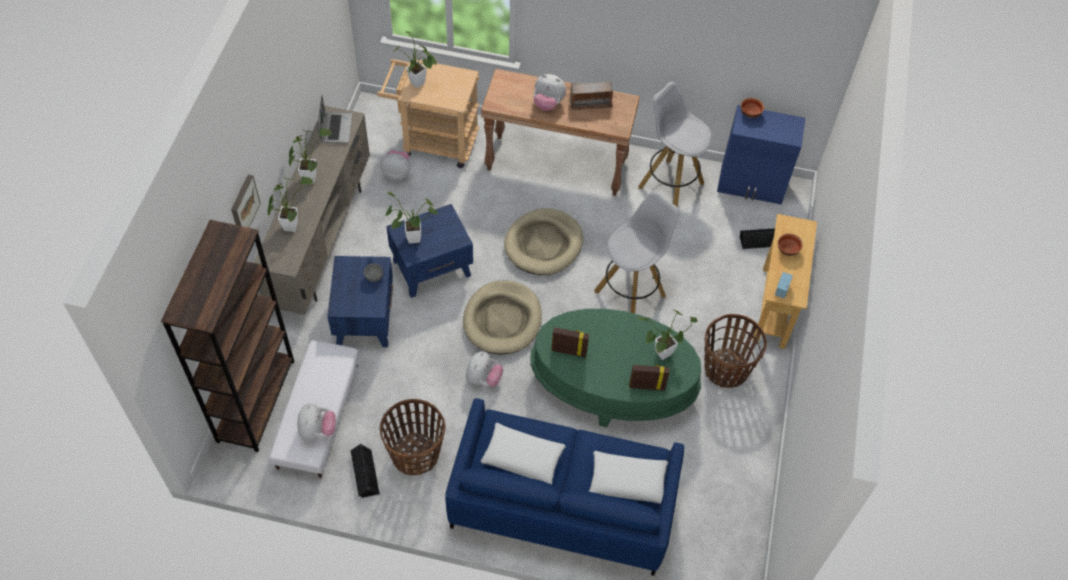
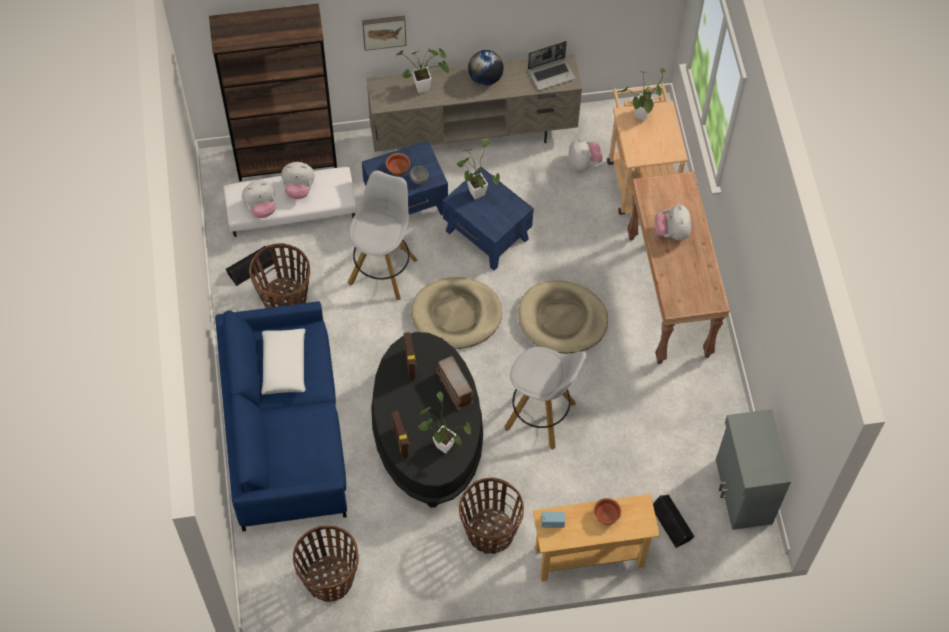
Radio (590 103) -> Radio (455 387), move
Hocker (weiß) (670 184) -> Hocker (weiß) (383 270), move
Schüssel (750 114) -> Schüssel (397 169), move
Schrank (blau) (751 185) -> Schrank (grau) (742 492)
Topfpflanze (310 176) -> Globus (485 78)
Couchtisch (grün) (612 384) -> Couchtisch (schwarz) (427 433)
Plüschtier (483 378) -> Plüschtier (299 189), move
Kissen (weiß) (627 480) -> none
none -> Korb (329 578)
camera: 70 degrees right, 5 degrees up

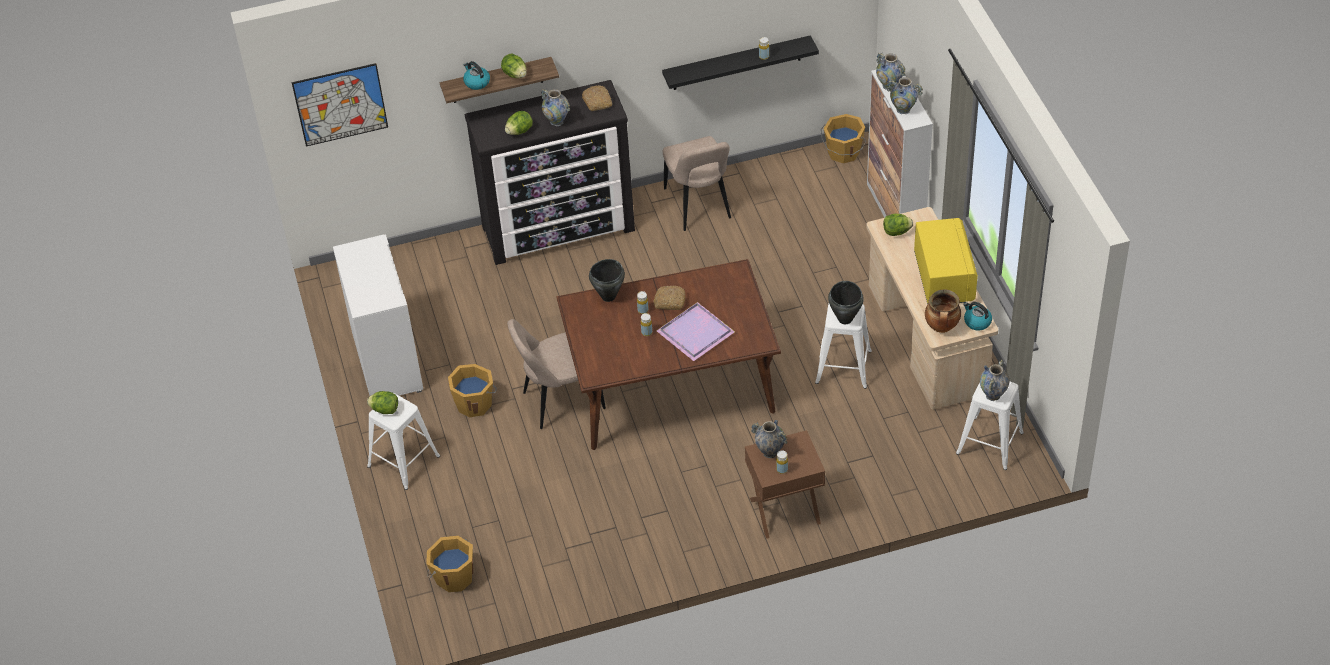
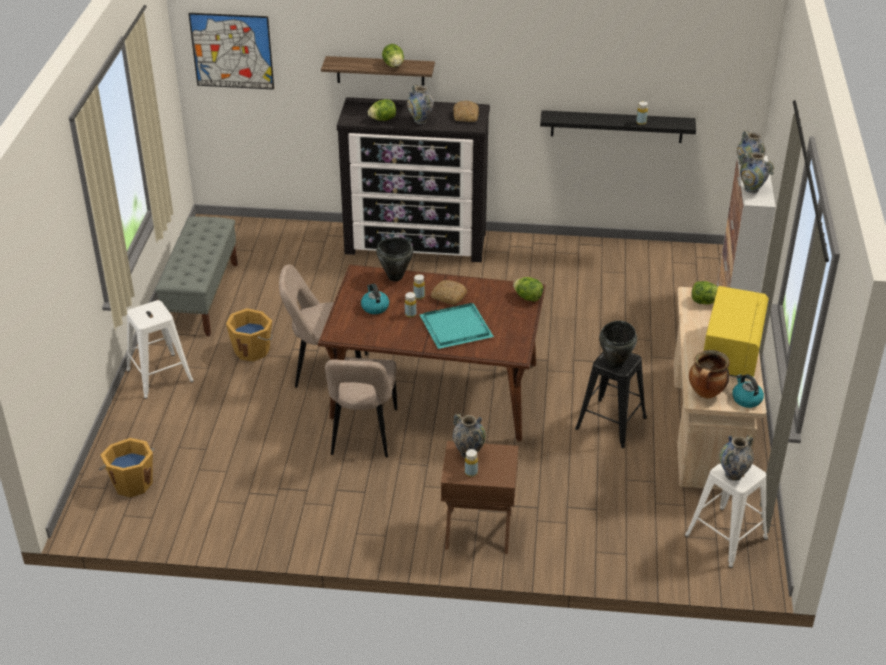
Wasserkessel (476 82) -> Wasserkessel (374 307), move
Eimer (orange) (843 152) -> none
Stuhl (beige) (698 206) -> Stuhl (beige) (363 434), move
Schrank (weiß) (386 361) -> Bank (grau) (202 297)
Tablett (lila) (697 333) -> Tablett (türkis) (457 328)
Hocker (weiß) (842 366) -> Hocker (schwarz) (610 422)
Salatkopf (385 410) -> Salatkopf (528 298), move
camera: 20 degrees right, 10 degrees down

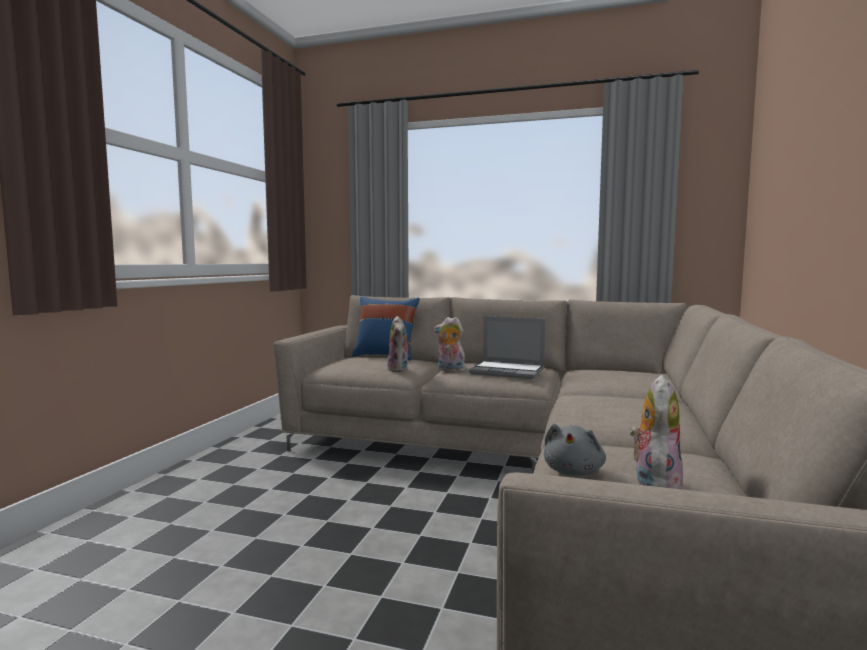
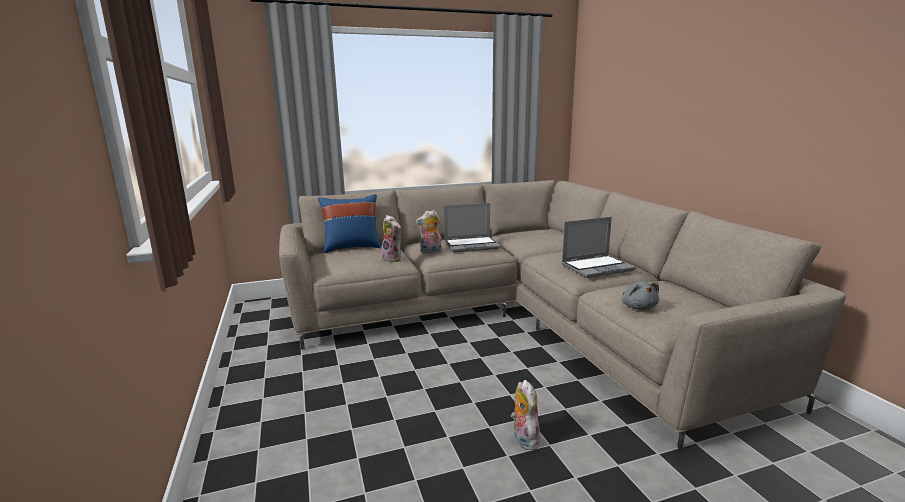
Plüschtier (654 484) -> Plüschtier (523 439), move
none -> Laptop (597 267)
camera: 35 degrees left, 10 degrees up

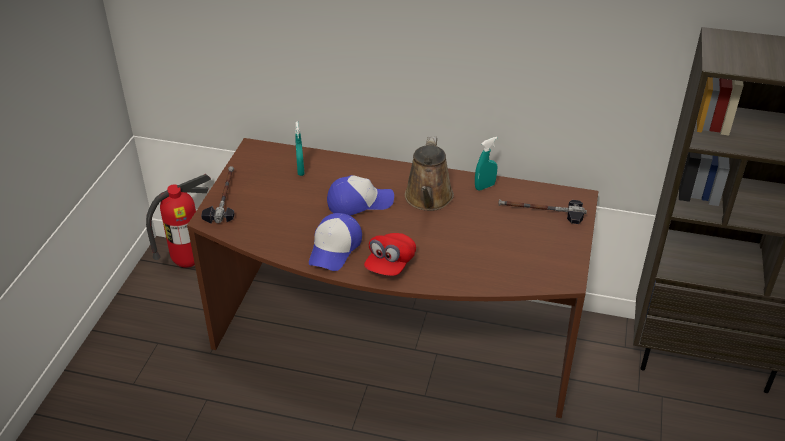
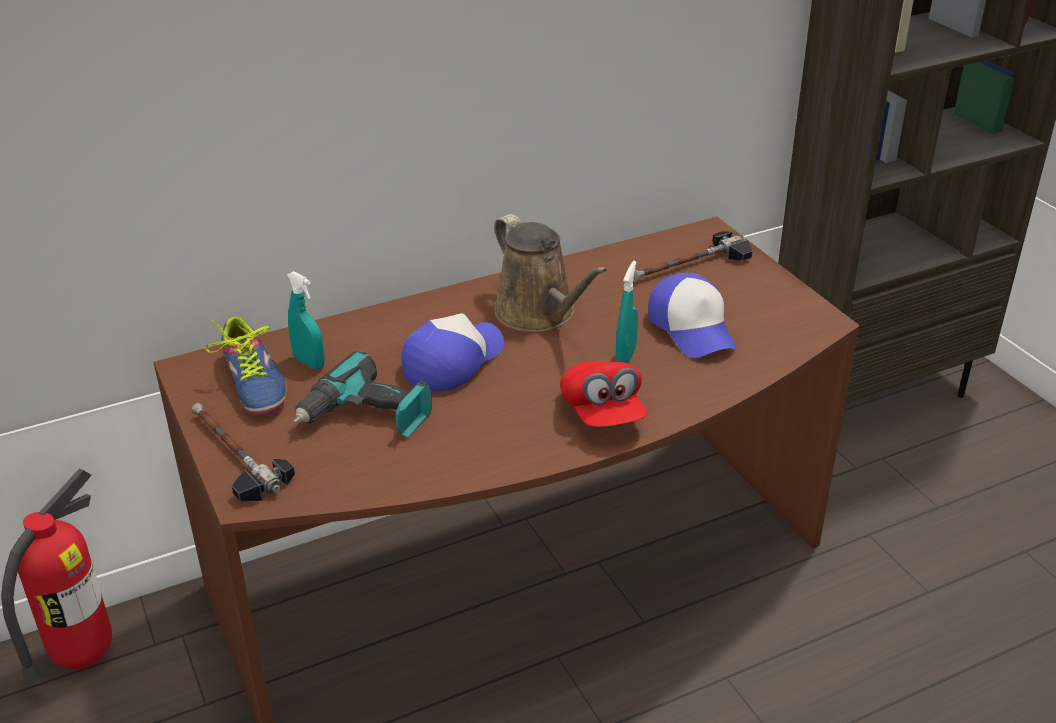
Sprühflasche (türkis) (485 186) -> Sprühflasche (türkis) (625 357), move
Kappe (335 248) -> Kappe (692 328), move
none -> Schuh (254 382)
none -> Bohrmaschine (366 416)
camera: 40 degrees left, 5 degrees down

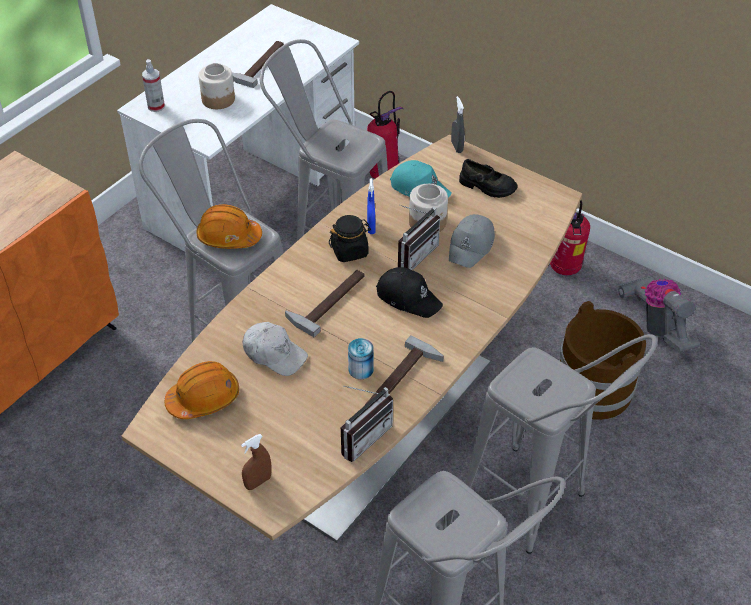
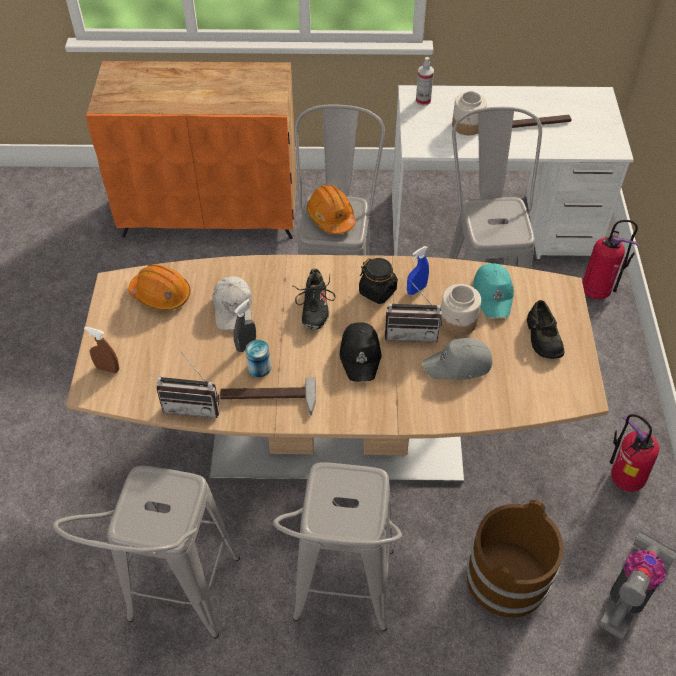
Sprühflasche (grau) (457 147) -> Sprühflasche (grau) (246 345), move
Hammer (328 300) -> Schuh (schwarz) (314 308)
camera: 55 degrees right, 5 degrees up

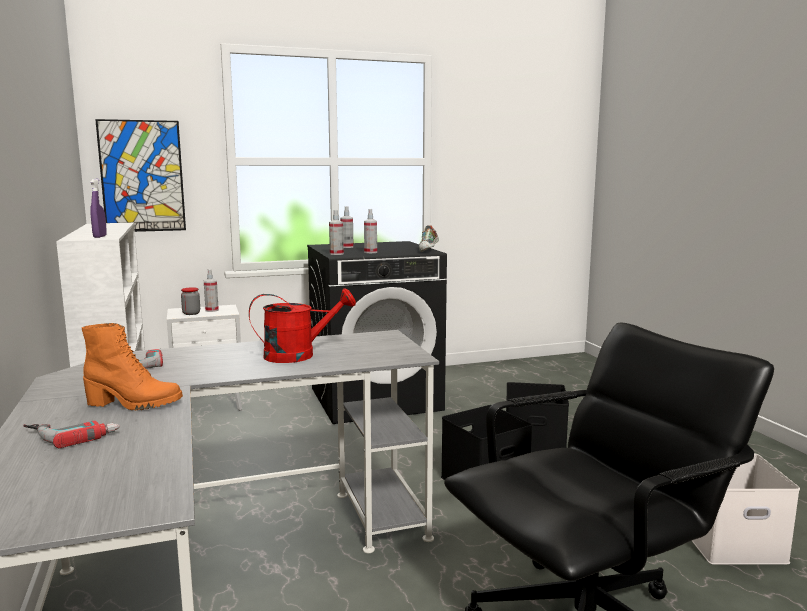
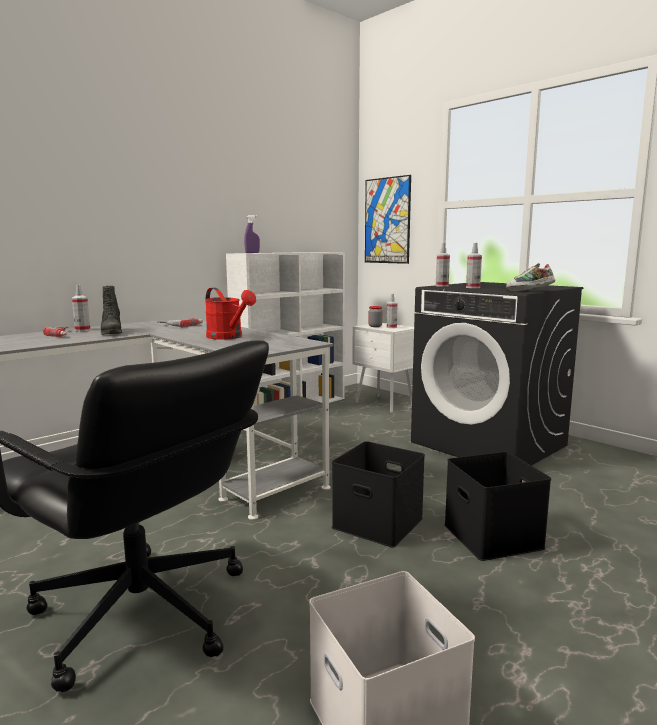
Sprühflasche (347 247) -> Sprühflasche (82 330), move
Stiefel (orange) (133 404) -> Stiefel (schwarz) (111 333)
camera: 65 degrees right, 0 degrees up

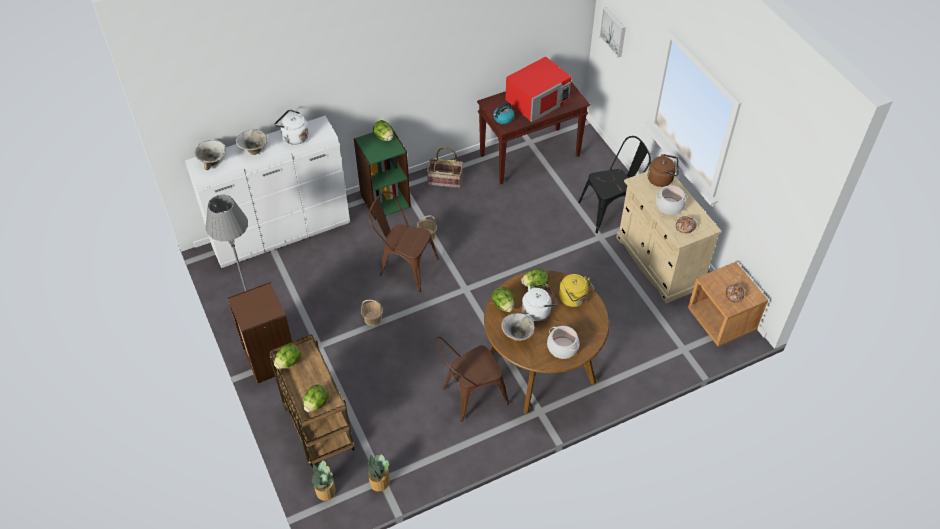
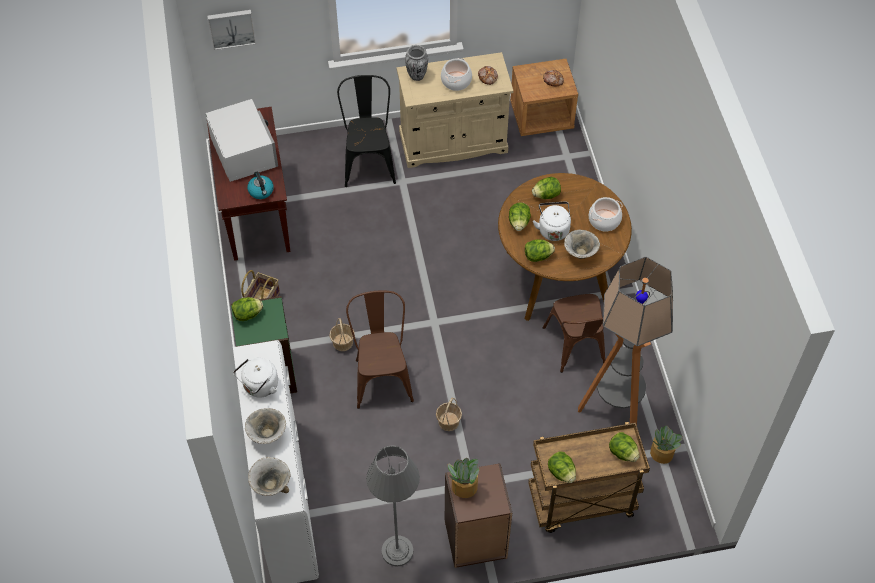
Mikrowelle (rot) (538 100) -> Mikrowelle (weiß) (243 151)
Wasserkessel (braun) (662 179) -> Vase (417 76)
Stuhl (braun) (404 266) -> Stuhl (braun) (381 375), 135 degrees clockwise
Wasserkessel (gelb) (574 299) -> Salatkopf (546 195)
Topfpflanze (325 490) -> Topfpflanze (463 487), move
none -> Stehlampe (615 413)
camera: 75 degrees left, 5 degrees up

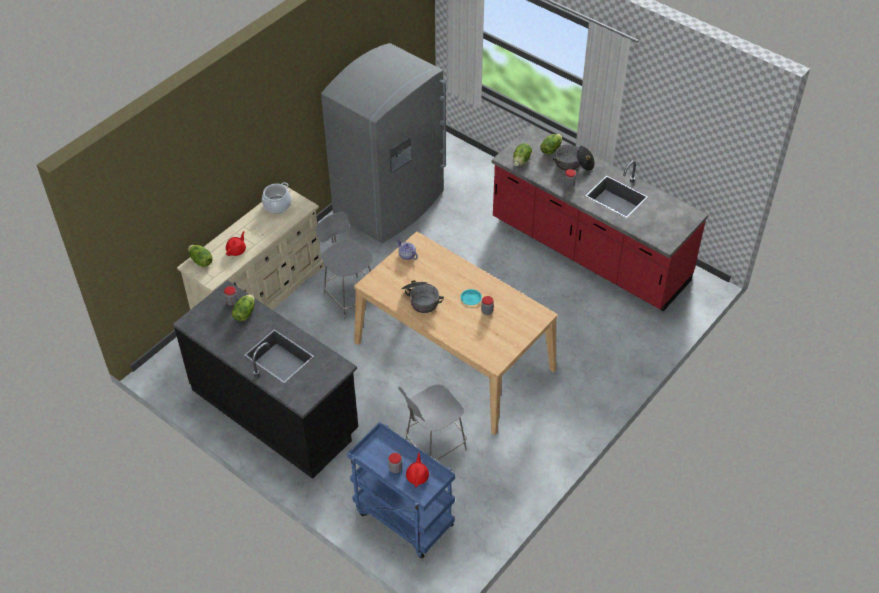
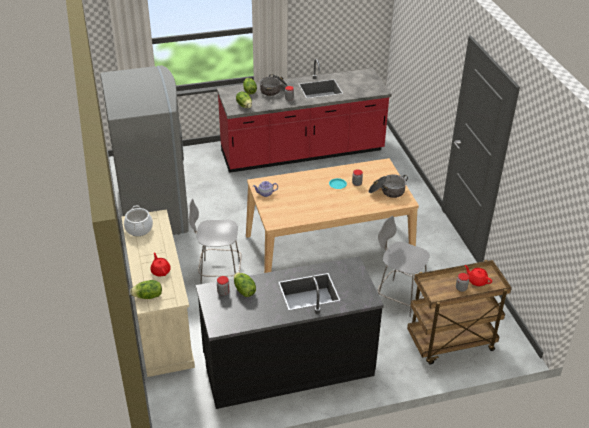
Kochtopf (421 300) -> Kochtopf (387 191), move
Stuhl (grau) (433 446) -> Stuhl (grau) (399 297), 120 degrees clockwise
Rollwagen (blau) (402 518) -> Rollwagen (braun) (450 343)
camera: 55 degrees left, 10 degrees down

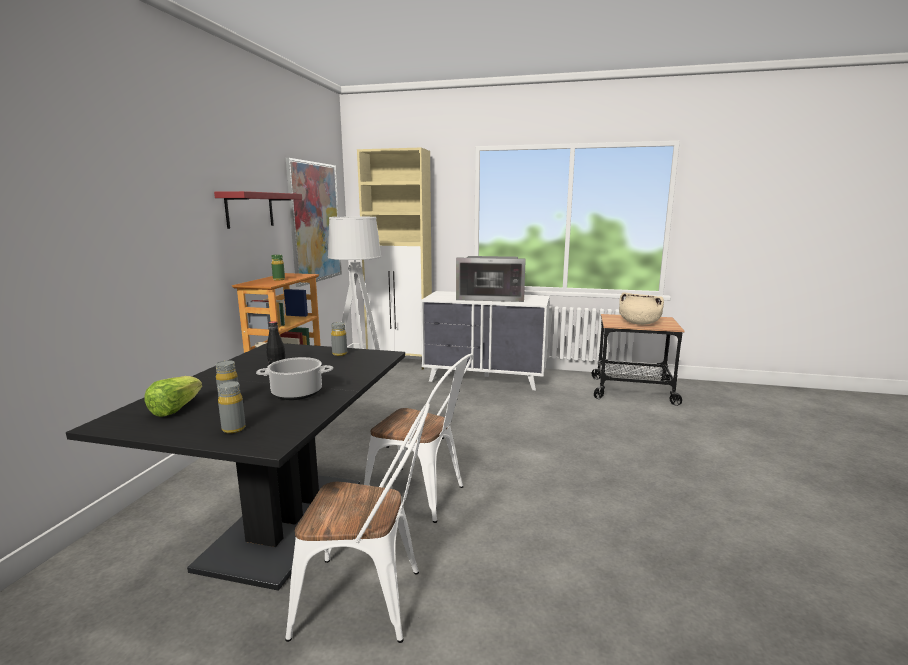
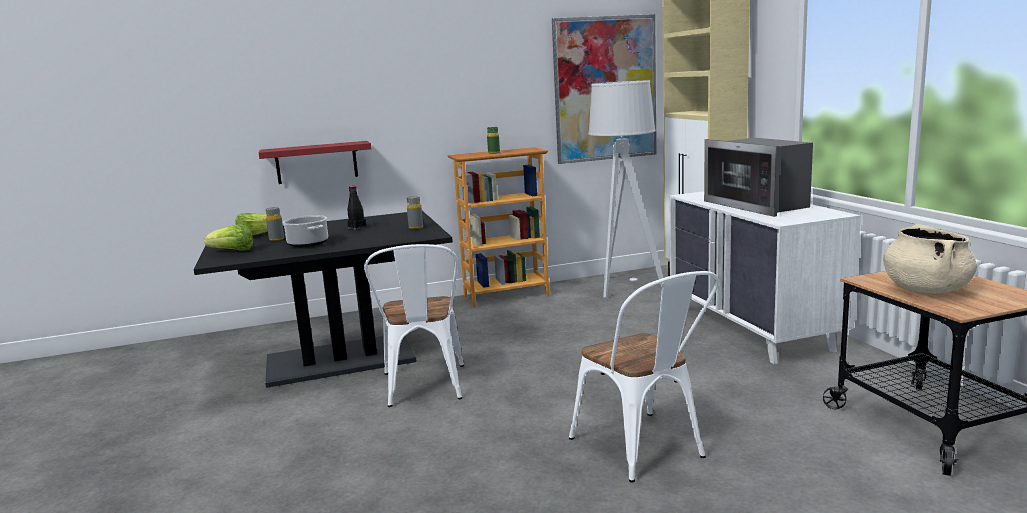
Wandregal (rot) (249 210) -> Wandregal (rot) (316 162), move
Flasche (grau) (233 429) -> Salatkopf (233 251)
Stuhl (weiß) (370 600) -> Stuhl (weiß) (644 451), move
camera: 60 degrees right, 0 degrees up

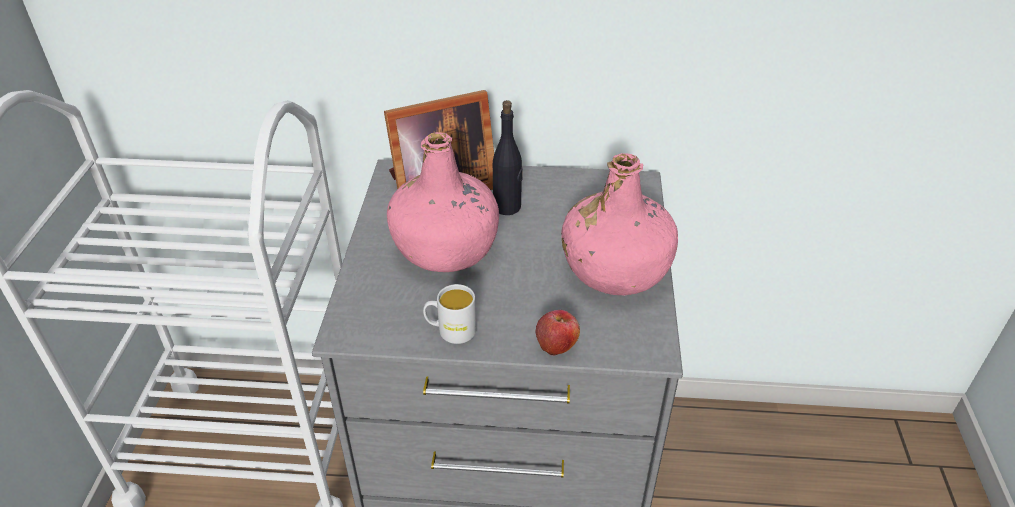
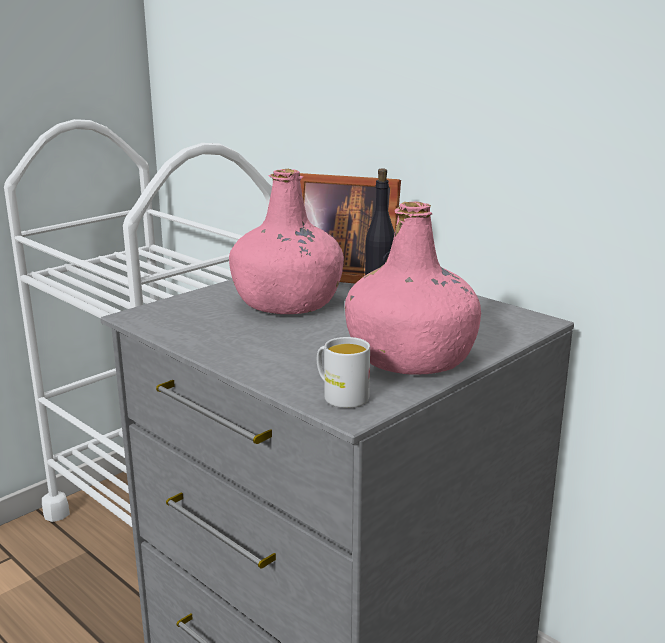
Henkelbecher (weiß) (450 330) -> Henkelbecher (weiß) (340 396), move
Apfel (557 344) -> none
camera: 40 degrees right, 20 degrees down

